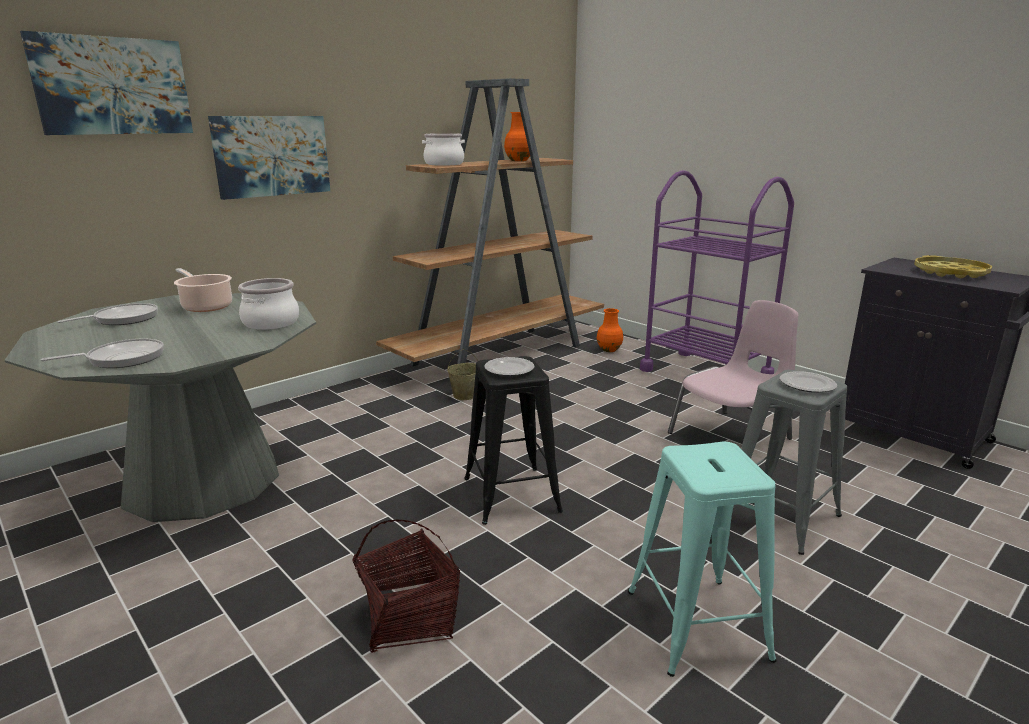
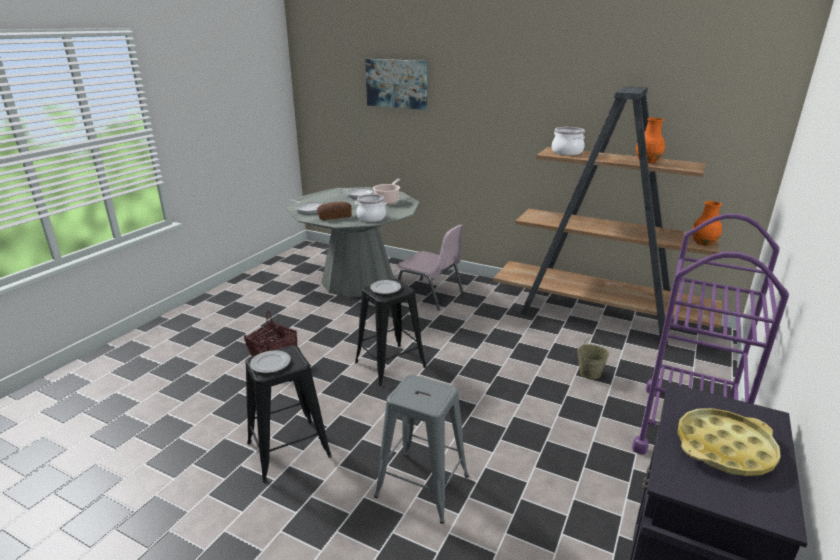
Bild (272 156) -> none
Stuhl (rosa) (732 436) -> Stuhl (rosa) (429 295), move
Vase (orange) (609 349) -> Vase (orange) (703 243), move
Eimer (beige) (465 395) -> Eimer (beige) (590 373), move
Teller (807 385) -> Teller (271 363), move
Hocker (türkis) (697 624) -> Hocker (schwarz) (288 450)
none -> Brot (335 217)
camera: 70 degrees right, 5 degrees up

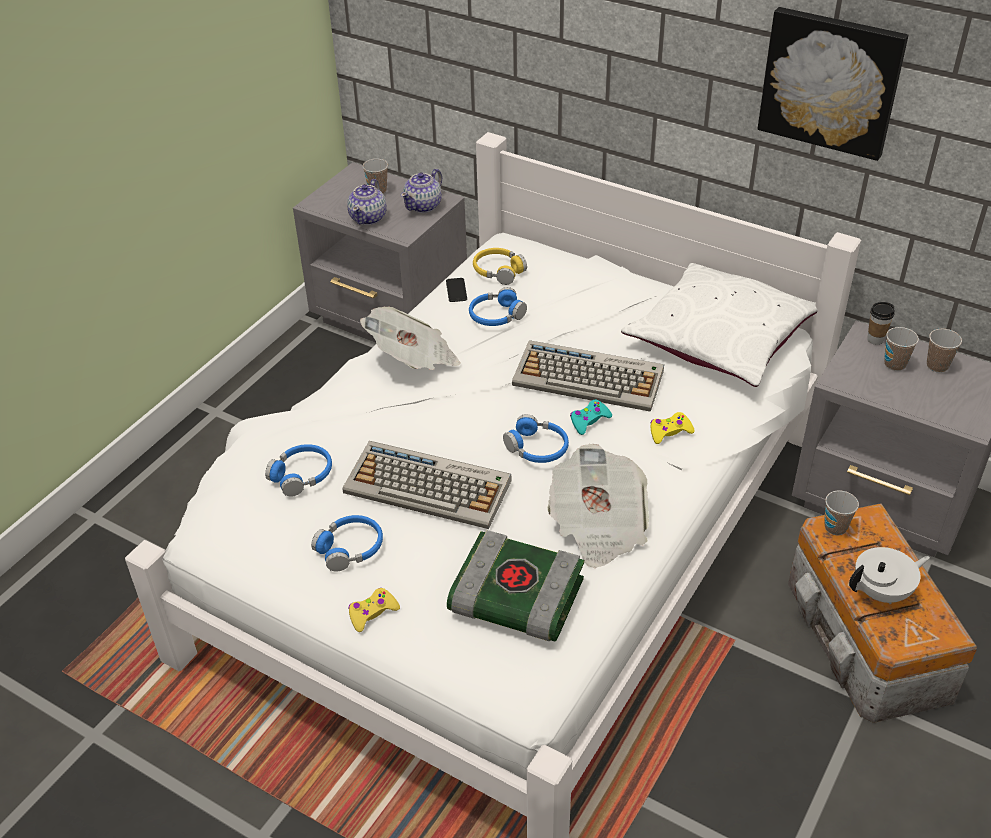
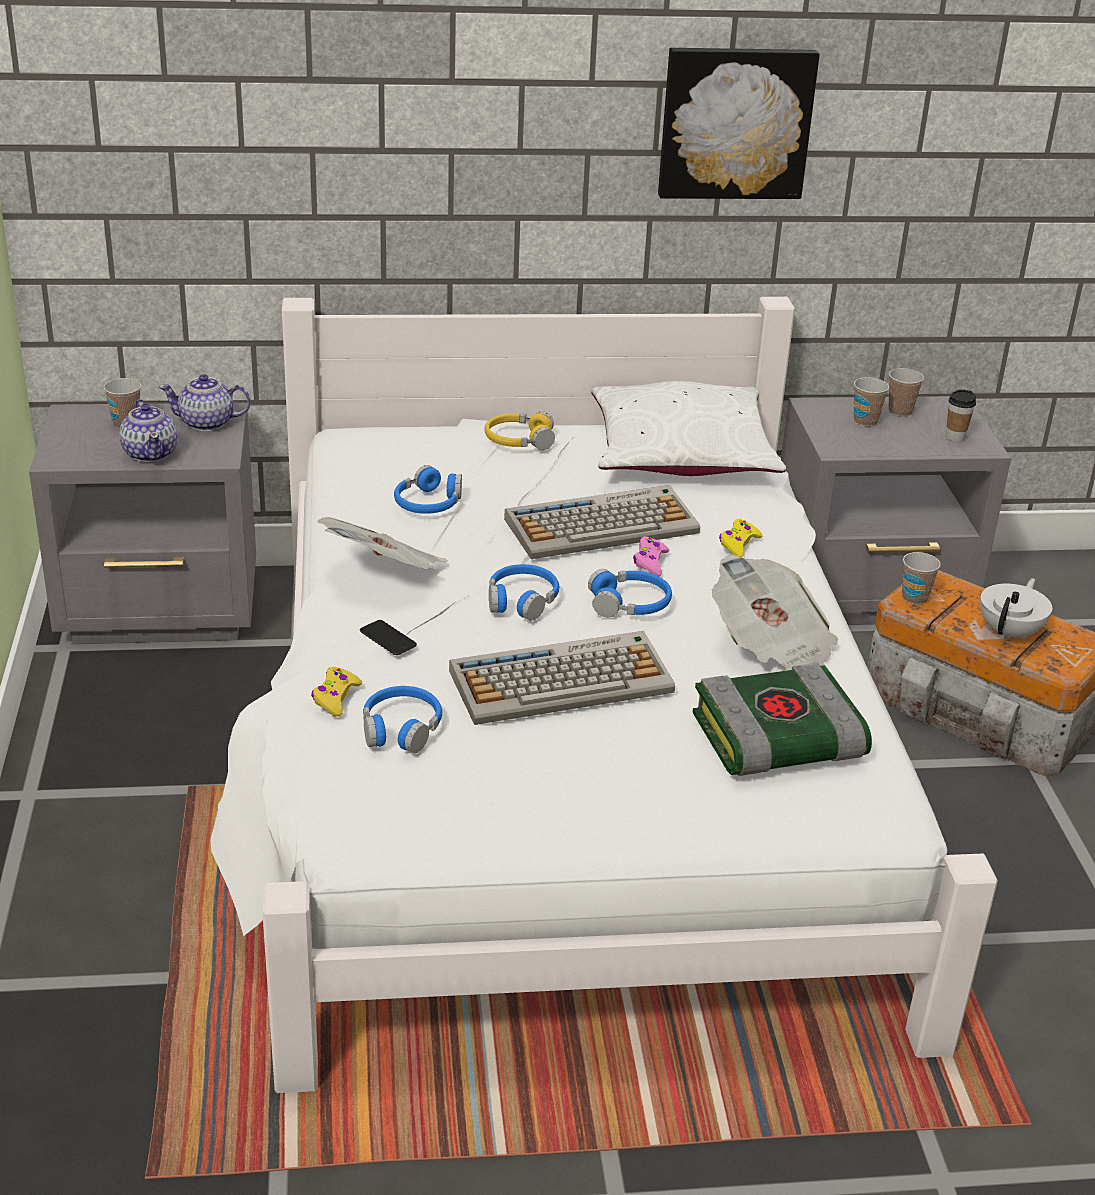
Teekanne (423 206) -> Teekanne (207 423), 90 degrees clockwise
Kopfhörer (gelb) (498 271) -> Kopfhörer (gelb) (519 440), move
Handy (456 290) -> Handy (388 638), move
Tasse (875 339) -> Tasse (955 437), move
Gamepad (türkis) (589 421) -> Gamepad (rosa) (650 562)
Kopfhörer (blau) (350 548) -> Kopfhörer (blau) (522 600), move
Gamepad (gelb) (372 613) -> Gamepad (gelb) (335 697), move
camera: 40 degrees left, 10 degrees down

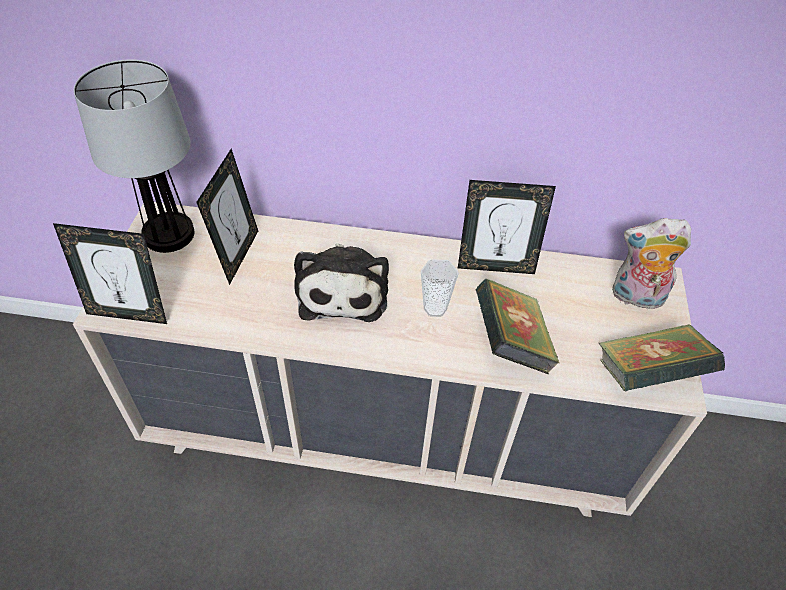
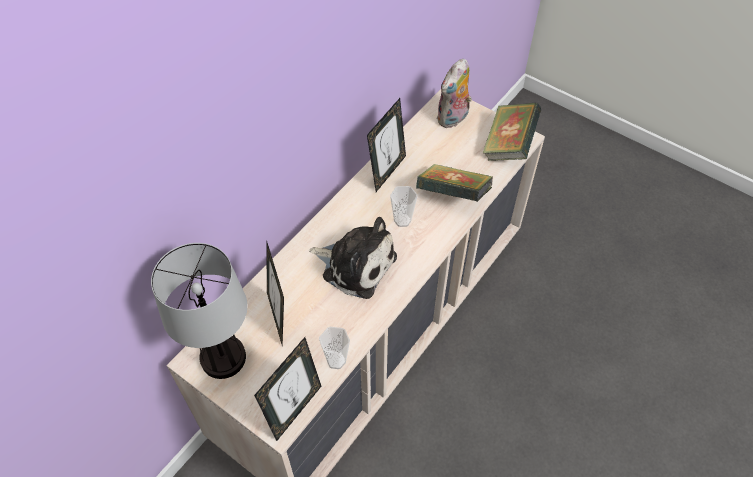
Bilderrahmen (238 255) -> Bilderrahmen (279 317), 150 degrees counterclockwise
none -> Tasse (336 360)
camera: 60 degrees left, 5 degrees up

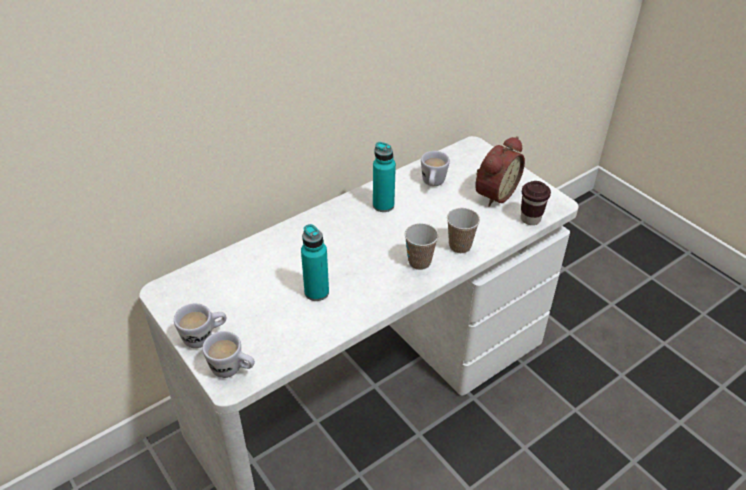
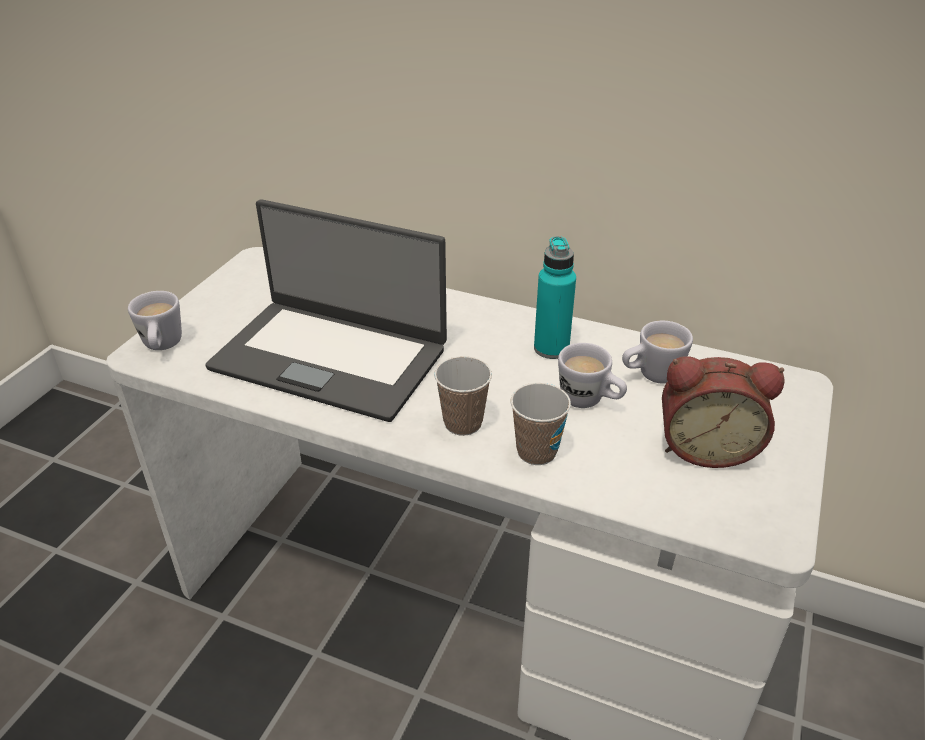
Tasse (braun) (530 219) -> none
Flasche (türkis) (316 292) -> Laptop (330 357)
Henkelbecher (weiß) (204 337) -> Henkelbecher (weiß) (589 401), move
camera: 60 degrees right, 5 degrees down

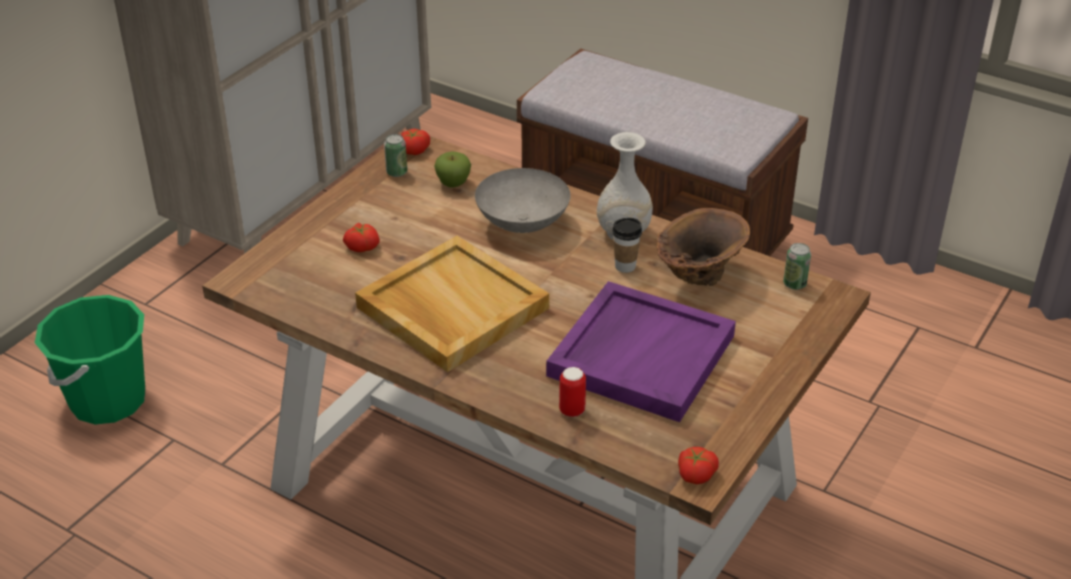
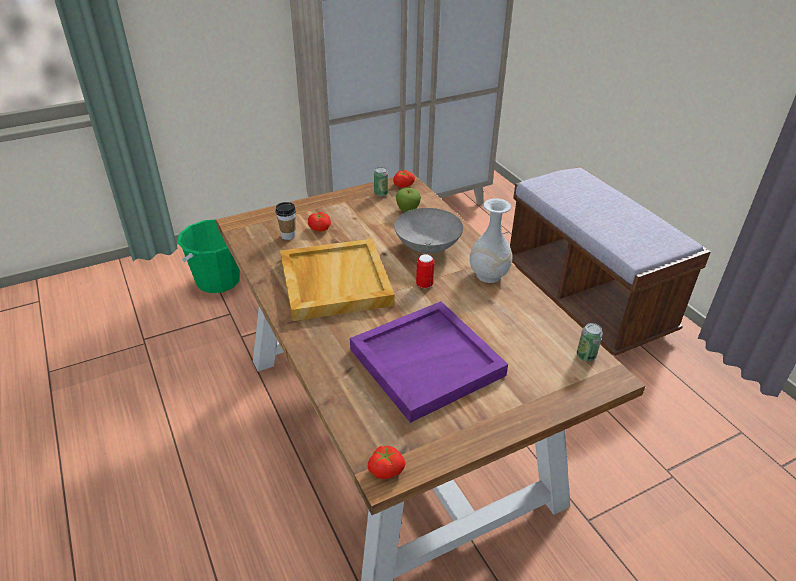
Vase (braun) (697 279) -> none
Tasse (625 266) -> Tasse (288 236), move
Dose (572 410) -> Dose (424 284), move
camera: 30 degrees right, 0 degrees up

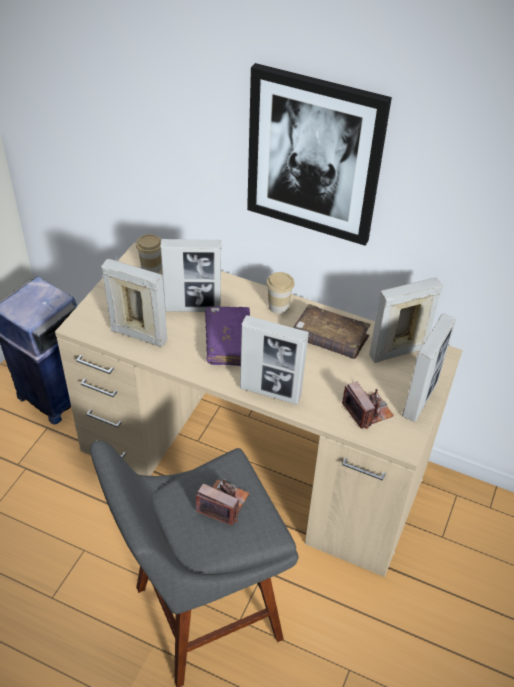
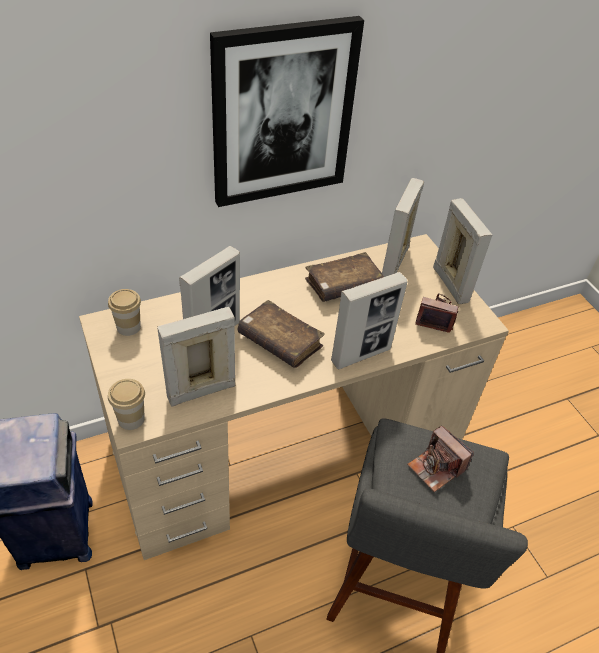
Tasse (278 306) -> Tasse (131 419), move
Buch (lila) (228 343) -> Buch (braun) (280 341)
Kamera (223 503) -> Kamera (436 468), 105 degrees counterclockwise
camera: 50 degrees left, 0 degrees up

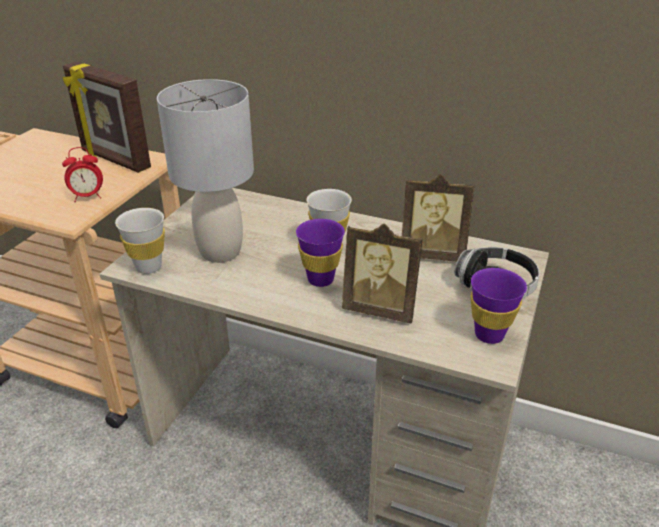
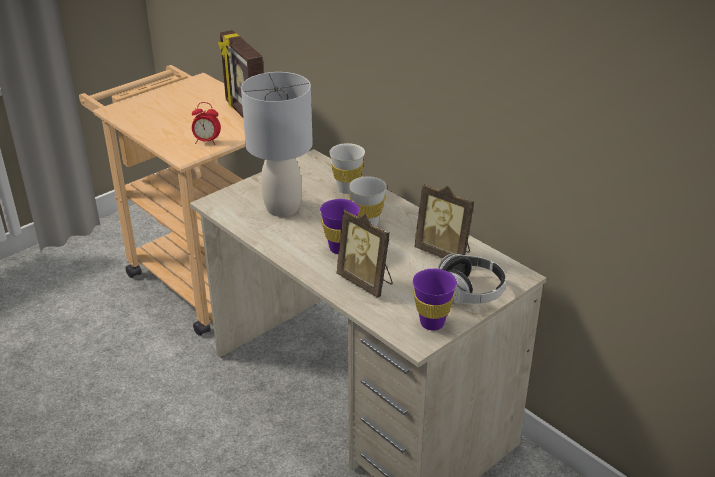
Tasse (weiß) (148 267) -> Tasse (weiß) (347 189), move
camera: 25 degrees right, 0 degrees up

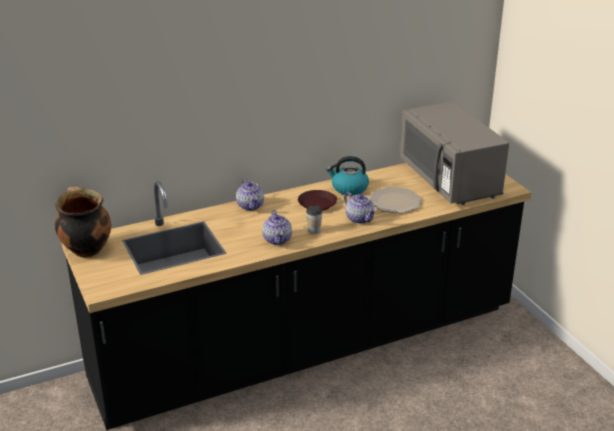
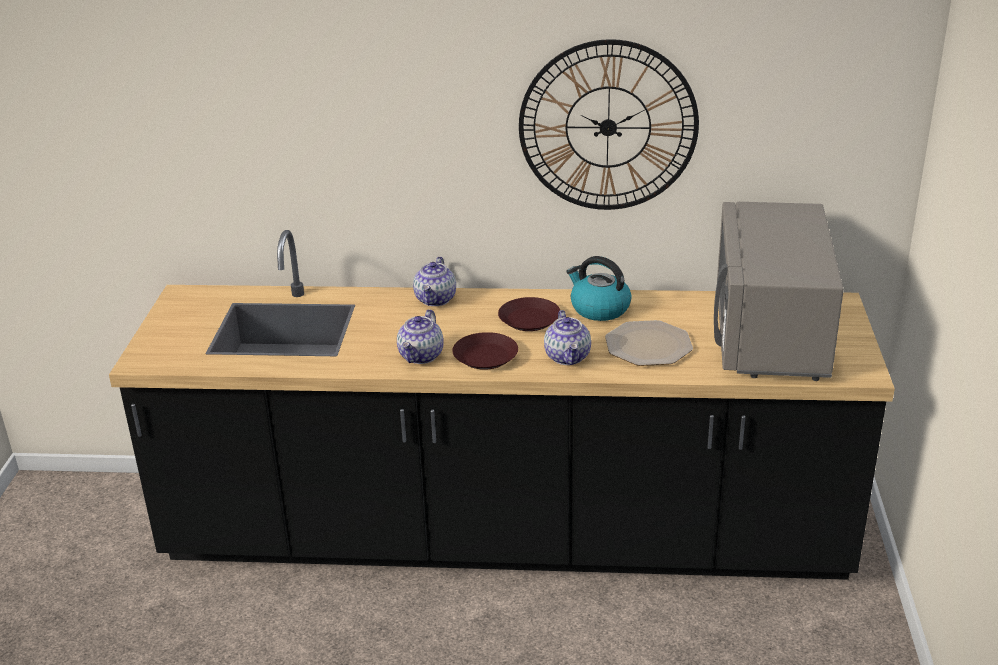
Kochtopf (86 249) -> none
Tasse (314 230) -> Teller (braun) (485 356)
none -> Wanduhr (608 127)
camera: 30 degrees right, 0 degrees up

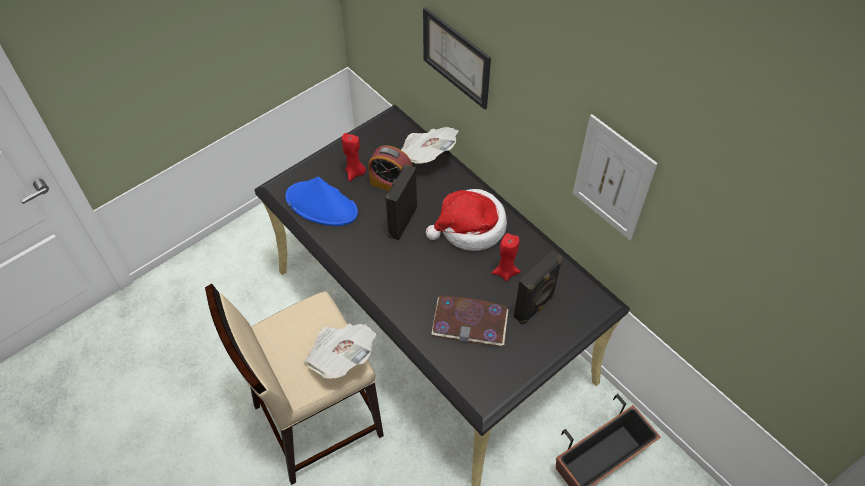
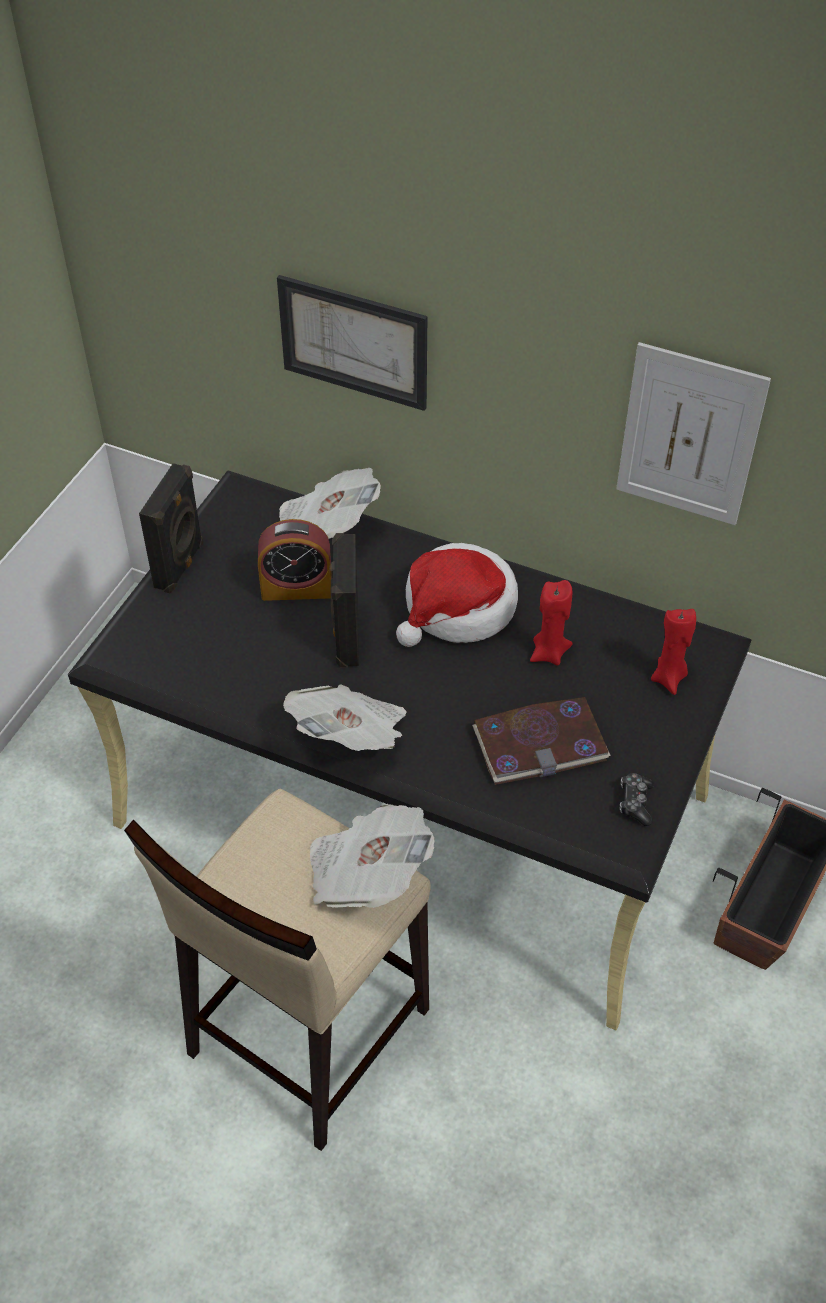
Kerze (rot) (355 173) -> Kerze (rot) (669 678), move
Hut (blau) (322 205) -> none
Lautsprecher (schwarz) (535 307) -> Lautsprecher (schwarz) (181 566), move
none -> Zeitung (351 736)
none -> Gamepad (635 803)
camera: 25 degrees left, 5 degrees down

